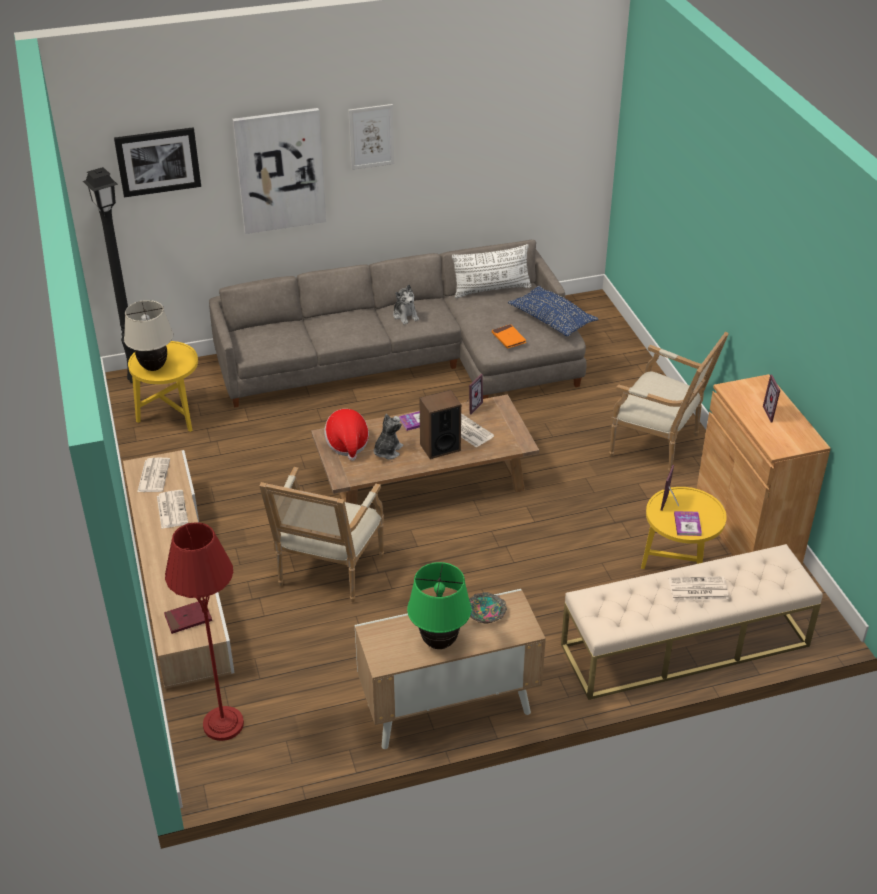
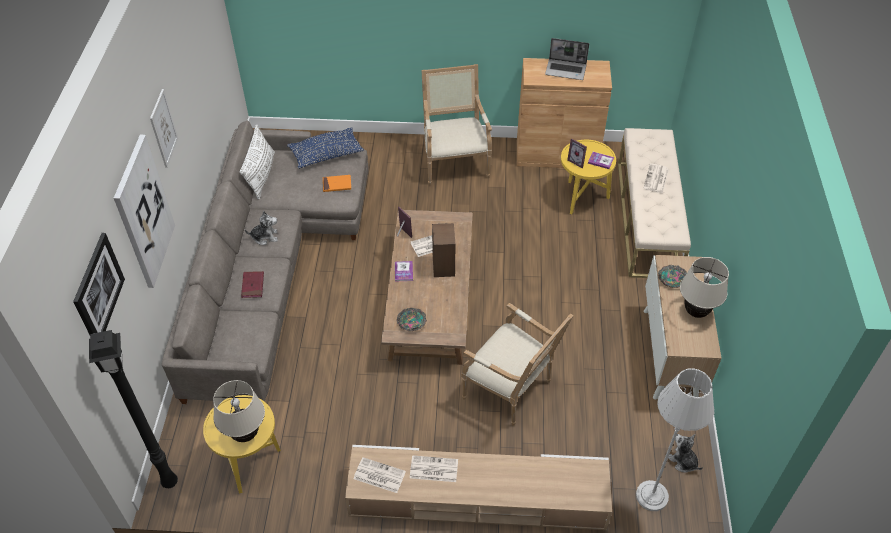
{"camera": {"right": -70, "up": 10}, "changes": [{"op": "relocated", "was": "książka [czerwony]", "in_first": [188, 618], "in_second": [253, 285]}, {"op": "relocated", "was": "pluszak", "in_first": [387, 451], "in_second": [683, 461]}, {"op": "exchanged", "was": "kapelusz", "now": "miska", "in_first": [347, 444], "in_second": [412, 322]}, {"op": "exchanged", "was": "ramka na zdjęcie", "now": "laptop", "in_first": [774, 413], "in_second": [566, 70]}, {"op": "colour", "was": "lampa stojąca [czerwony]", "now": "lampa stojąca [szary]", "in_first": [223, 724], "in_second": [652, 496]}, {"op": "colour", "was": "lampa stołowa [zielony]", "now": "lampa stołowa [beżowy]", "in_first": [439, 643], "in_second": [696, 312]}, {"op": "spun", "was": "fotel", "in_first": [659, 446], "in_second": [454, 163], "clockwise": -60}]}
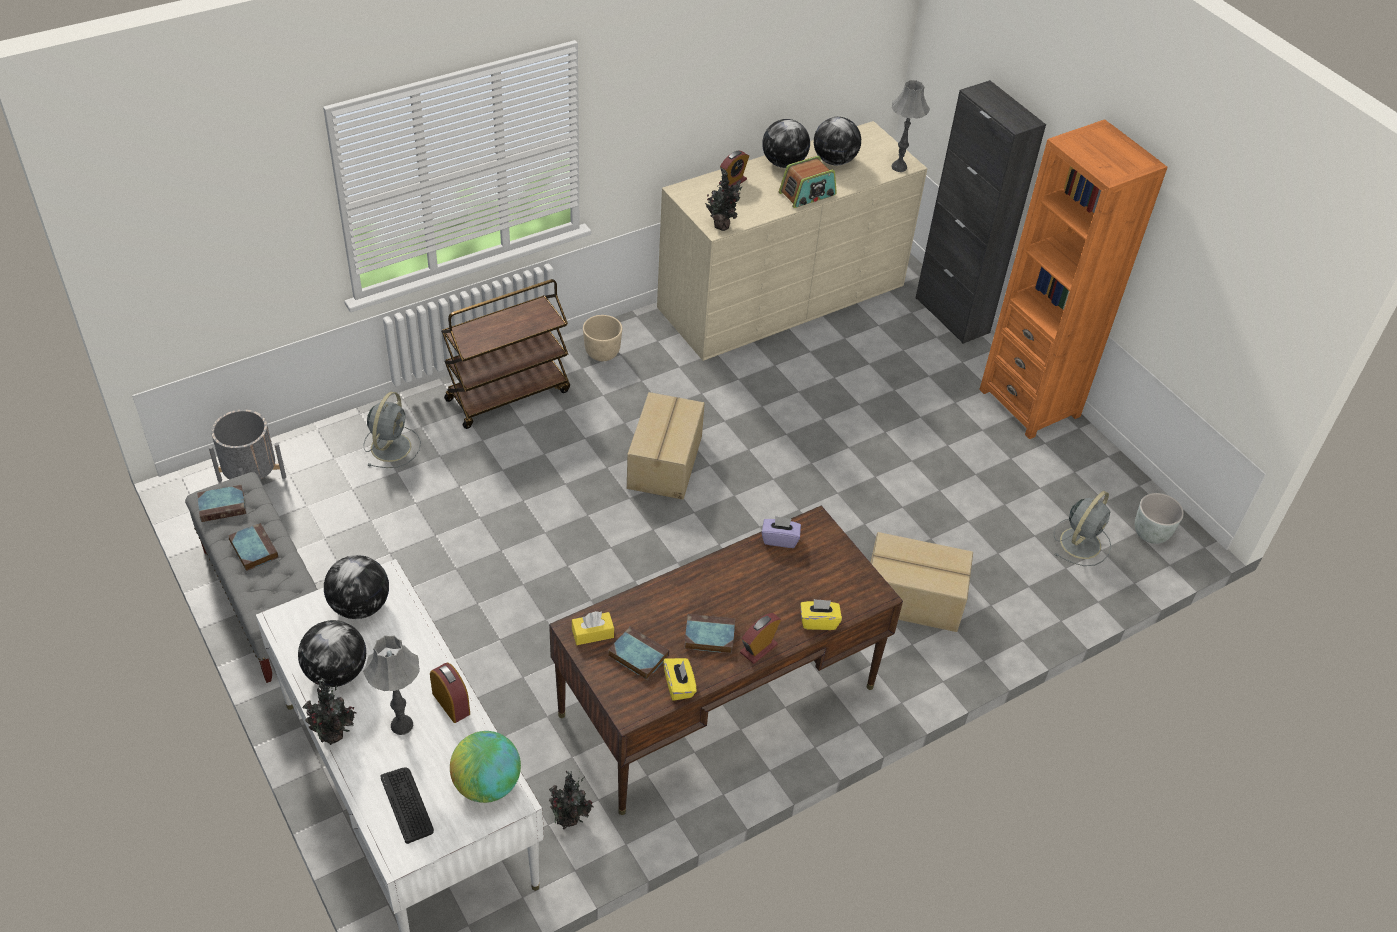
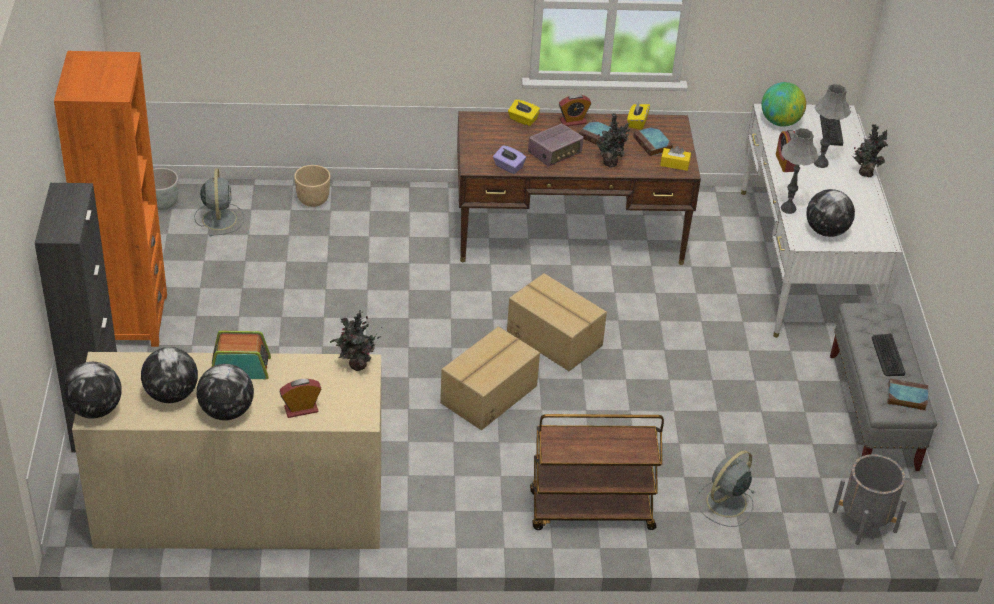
{"camera": {"right": -150, "up": -5}, "changes": [{"op": "appeared", "now": "radio", "in_second": [555, 153]}, {"op": "relocated", "was": "globus", "in_first": [337, 672], "in_second": [95, 410]}, {"op": "relocated", "was": "roślina doniczkowa", "in_first": [569, 820], "in_second": [610, 162]}, {"op": "relocated", "was": "donica [beżowy]", "in_first": [602, 354], "in_second": [312, 200]}, {"op": "relocated", "was": "karton", "in_first": [913, 599], "in_second": [555, 337]}, {"op": "relocated", "was": "lampa stołowa [szary]", "in_first": [899, 167], "in_second": [788, 208]}, {"op": "exchanged", "was": "książka", "now": "klawiatura", "in_first": [253, 549], "in_second": [887, 355]}, {"op": "spun", "was": "wentylator [szary]", "in_first": [1081, 542], "in_second": [219, 218], "clockwise": 105}]}
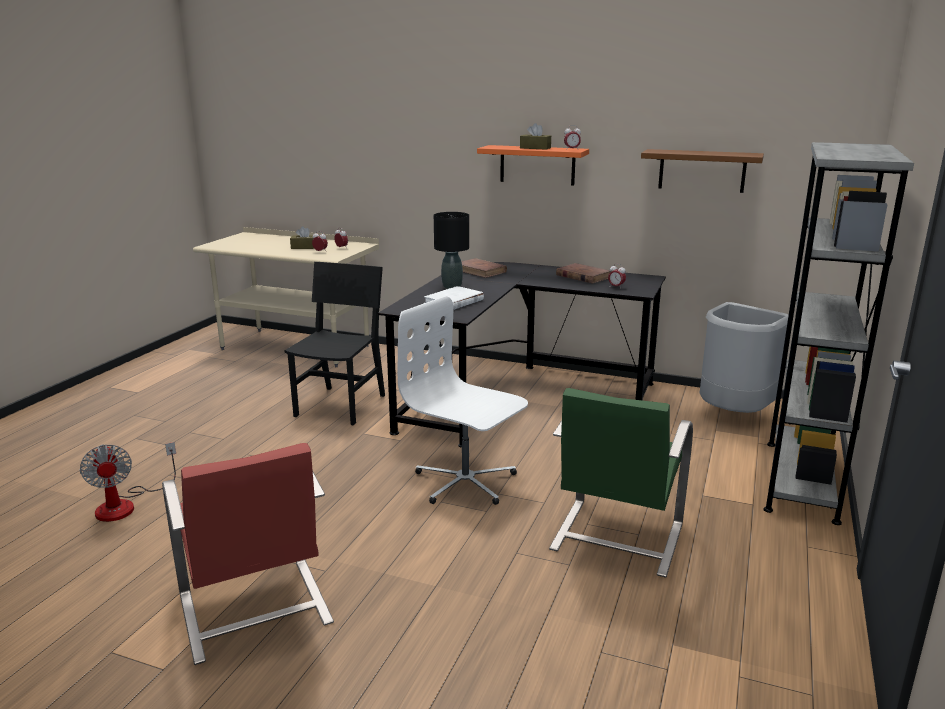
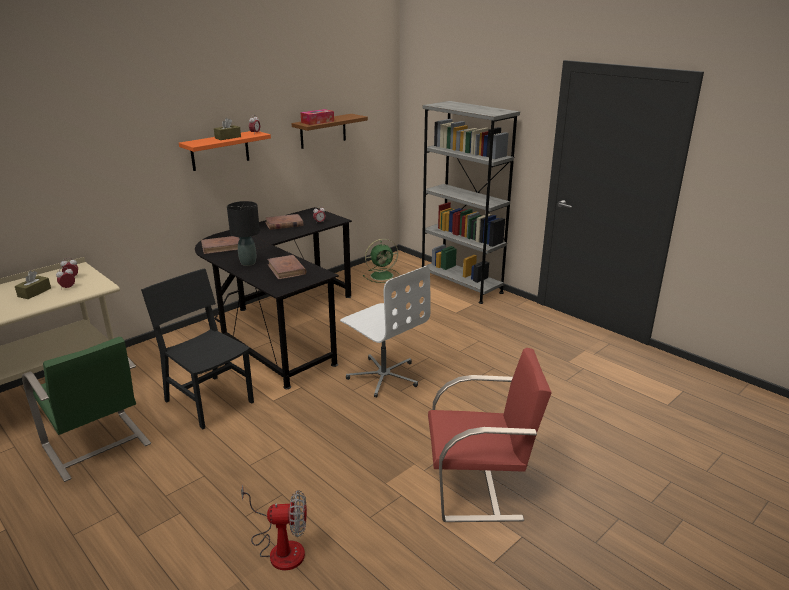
{"camera": {"right": -65, "up": 5}, "changes": [{"op": "appeared", "now": "pudełko chusteczek", "in_second": [317, 122]}, {"op": "relocated", "was": "krzesło [zielony]", "in_first": [615, 538], "in_second": [96, 446]}, {"op": "exchanged", "was": "kosz na śmieci [szary]", "now": "wentylator [zielony]", "in_first": [733, 415], "in_second": [383, 275]}, {"op": "colour", "was": "książka [biały]", "now": "książka [brązowy]", "in_first": [453, 302], "in_second": [286, 269]}, {"op": "spun", "was": "krzesło biurowe [biały]", "in_first": [465, 482], "in_second": [384, 376], "clockwise": -105}]}
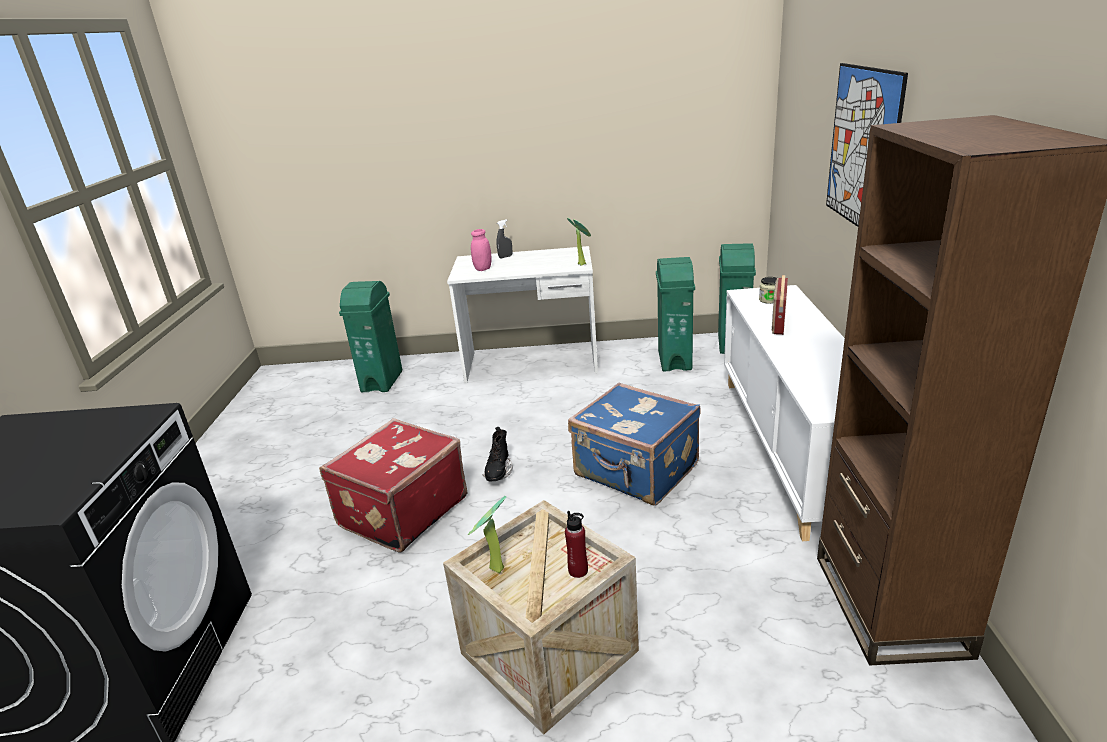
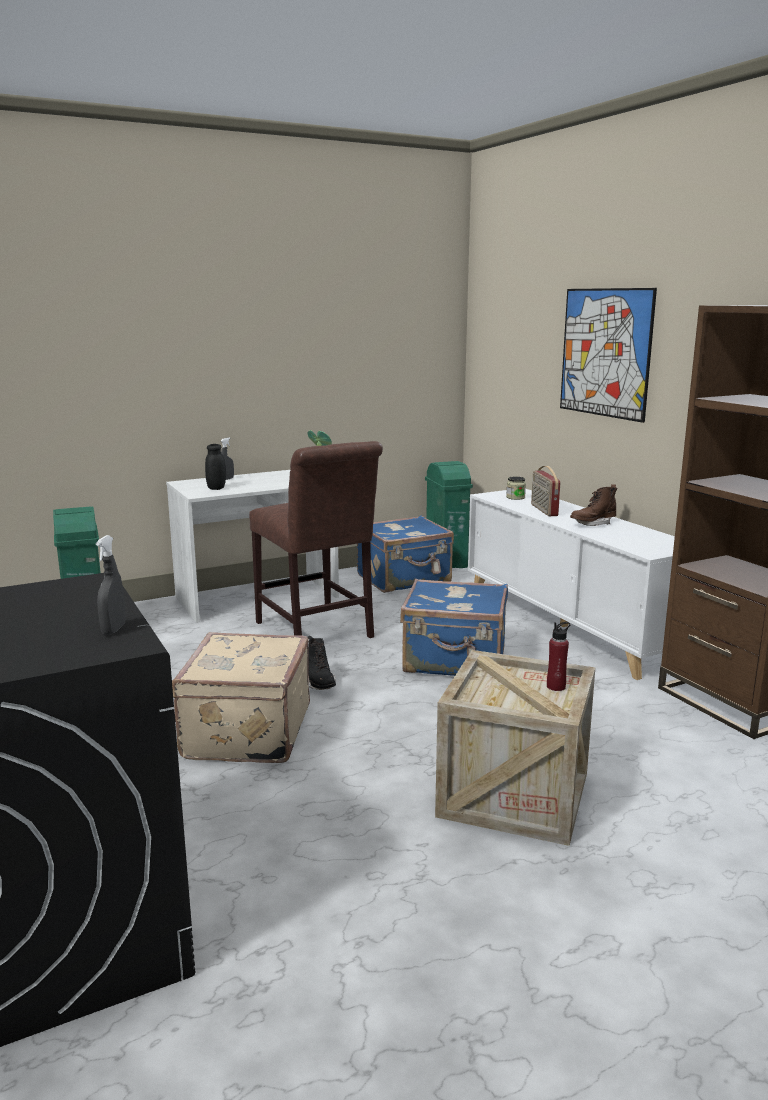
{"camera": {"right": -30, "up": -10}, "changes": [{"op": "missing", "was": "roślina doniczkowa", "in_first": [493, 570]}, {"op": "appeared", "now": "spryskiwacz [szary]", "in_second": [113, 629]}, {"op": "appeared", "now": "krzesło [brązowy]", "in_second": [316, 632]}, {"op": "appeared", "now": "but z cholewką [brązowy]", "in_second": [593, 524]}, {"op": "exchanged", "was": "kosz na śmieci [zielony]", "now": "walizka [niebieski]", "in_first": [675, 360], "in_second": [405, 579]}, {"op": "colour", "was": "walizka [czerwony]", "now": "walizka [beżowy]", "in_first": [401, 511], "in_second": [244, 733]}, {"op": "colour", "was": "słoik [różowy]", "now": "słoik [czarny]", "in_first": [483, 269], "in_second": [216, 488]}]}
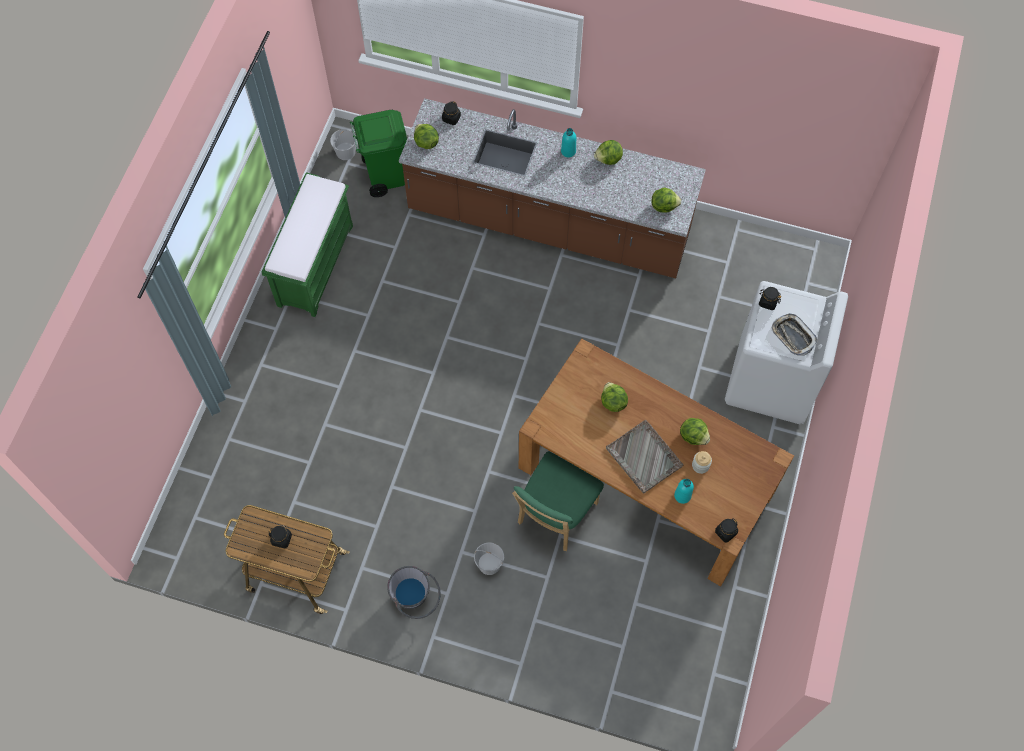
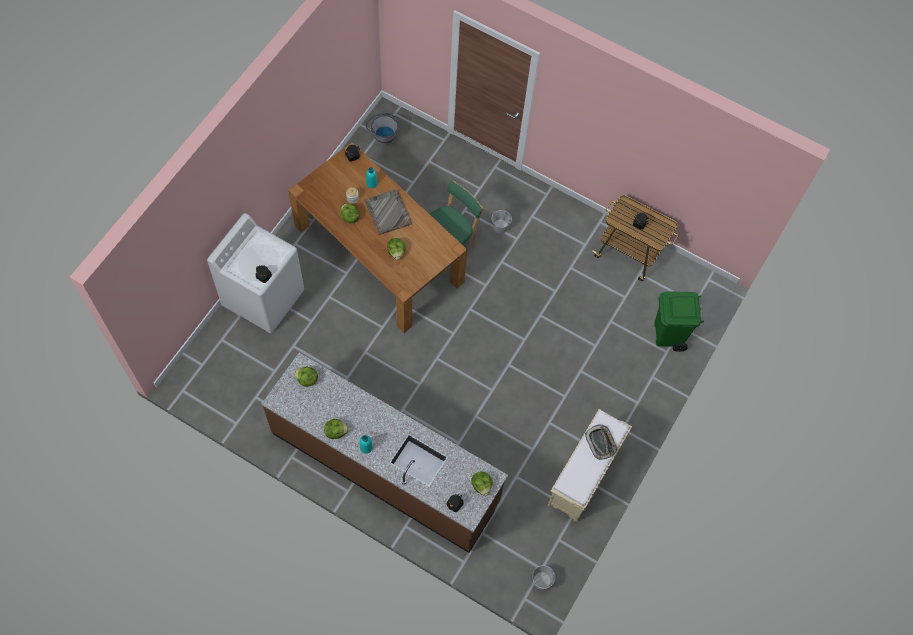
{"camera": {"right": -170, "up": 0}, "changes": [{"op": "relocated", "was": "kosz na śmieci [zielony]", "in_first": [385, 176], "in_second": [668, 335]}, {"op": "relocated", "was": "wiadro [szary]", "in_first": [415, 599], "in_second": [382, 136]}, {"op": "relocated", "was": "taca", "in_first": [792, 336], "in_second": [601, 443]}, {"op": "colour", "was": "ławka [zielony]", "now": "ławka [beżowy]", "in_first": [315, 264], "in_second": [584, 477]}]}
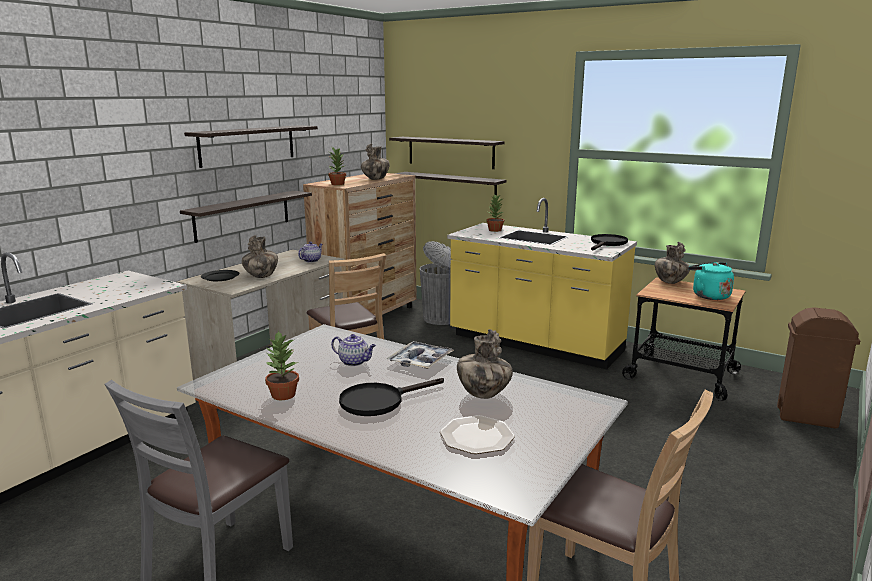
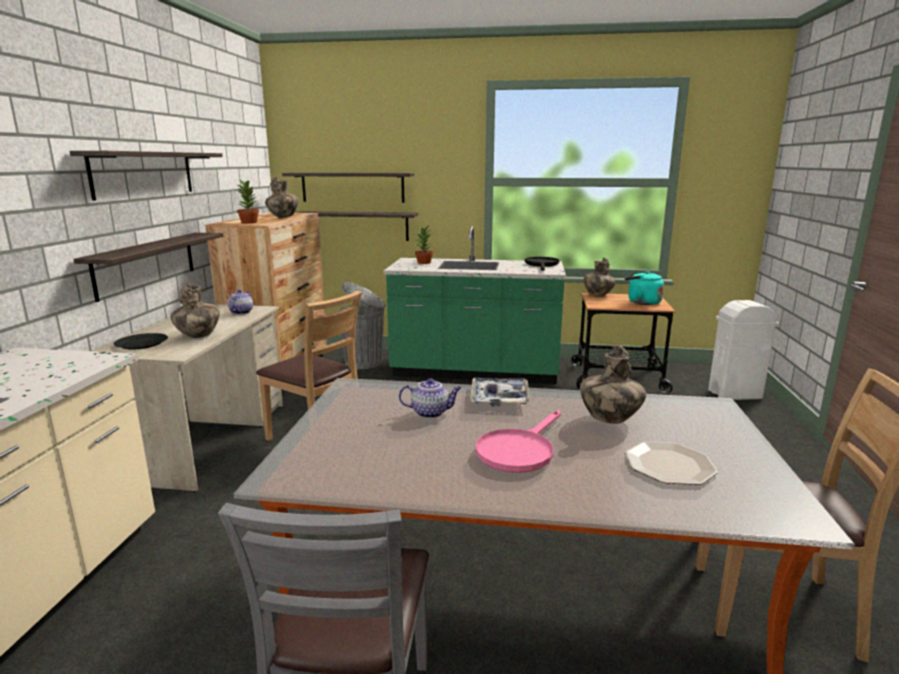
{"camera": {"right": -25, "up": 0}, "changes": [{"op": "missing", "was": "roślina doniczkowa", "in_first": [283, 395]}, {"op": "colour", "was": "patelnia [czarny]", "now": "patelnia [różowy]", "in_first": [379, 401], "in_second": [519, 450]}, {"op": "colour", "was": "zabudowa kuchenna [żółty]", "now": "zabudowa kuchenna [zielony]", "in_first": [534, 344], "in_second": [475, 372]}, {"op": "colour", "was": "kosz na śmieci [brązowy]", "now": "kosz na śmieci [biały]", "in_first": [807, 418], "in_second": [735, 395]}]}
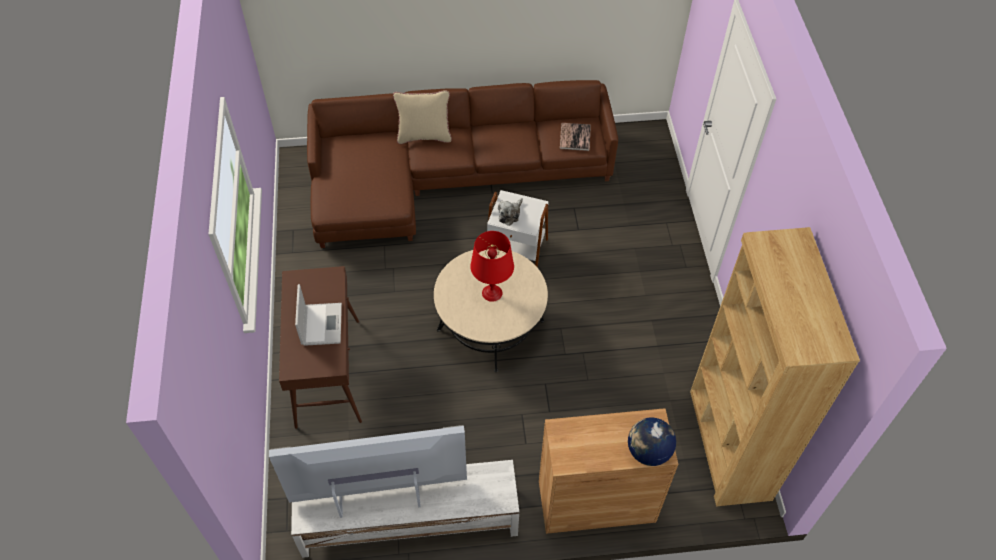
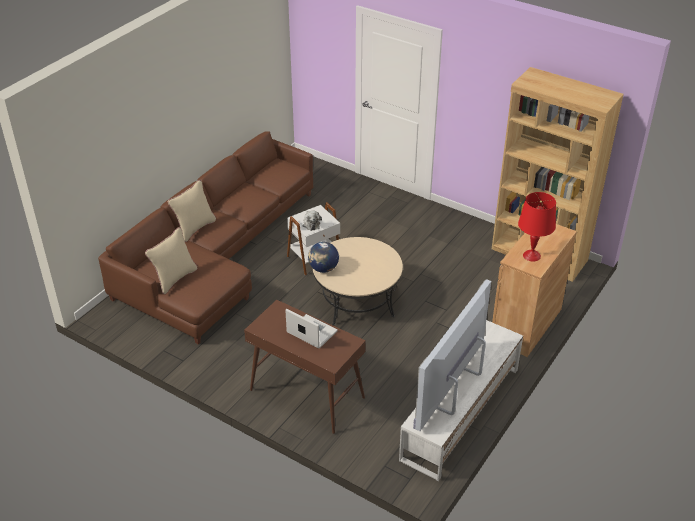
{"camera": {"right": -50, "up": -15}, "changes": [{"op": "missing", "was": "książka", "in_first": [575, 137]}, {"op": "appeared", "now": "poduszka [beżowy]", "in_second": [174, 278]}, {"op": "relocated", "was": "lampa stołowa [czerwony]", "in_first": [492, 292], "in_second": [531, 255]}, {"op": "relocated", "was": "globus", "in_first": [648, 452], "in_second": [323, 269]}]}
